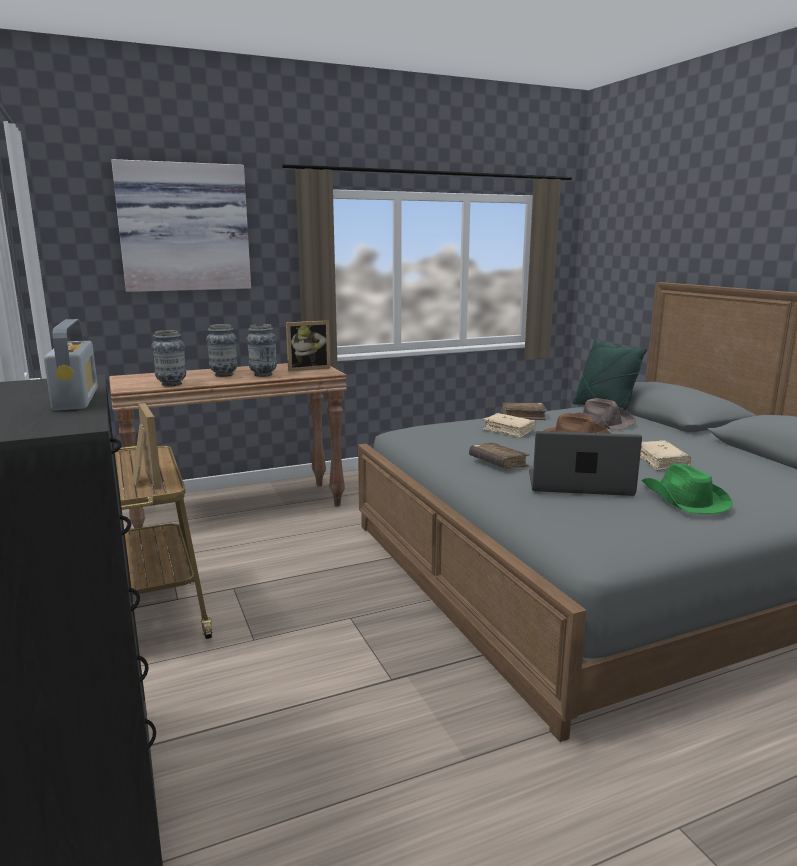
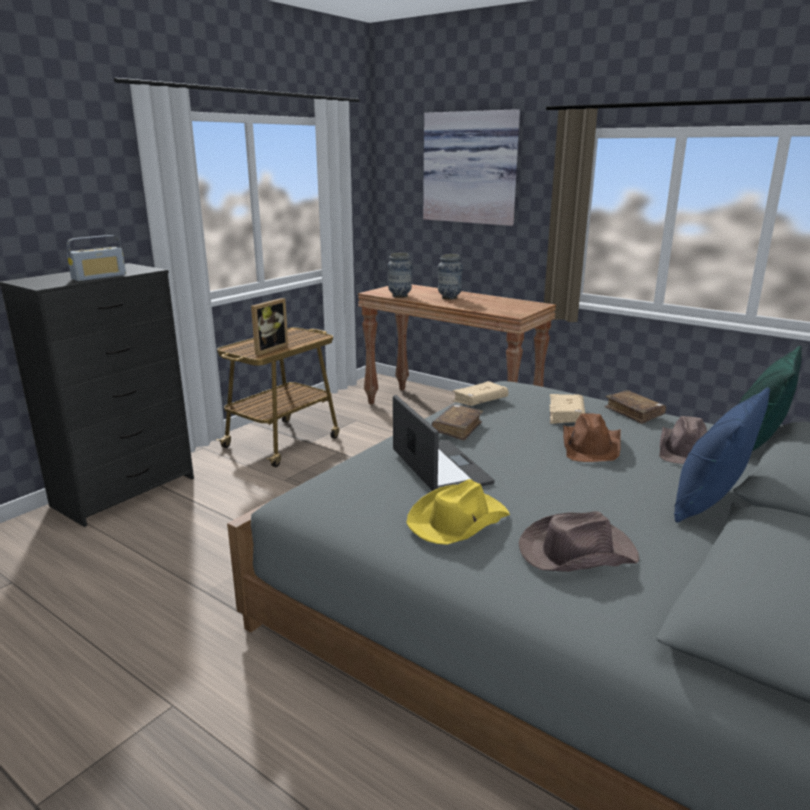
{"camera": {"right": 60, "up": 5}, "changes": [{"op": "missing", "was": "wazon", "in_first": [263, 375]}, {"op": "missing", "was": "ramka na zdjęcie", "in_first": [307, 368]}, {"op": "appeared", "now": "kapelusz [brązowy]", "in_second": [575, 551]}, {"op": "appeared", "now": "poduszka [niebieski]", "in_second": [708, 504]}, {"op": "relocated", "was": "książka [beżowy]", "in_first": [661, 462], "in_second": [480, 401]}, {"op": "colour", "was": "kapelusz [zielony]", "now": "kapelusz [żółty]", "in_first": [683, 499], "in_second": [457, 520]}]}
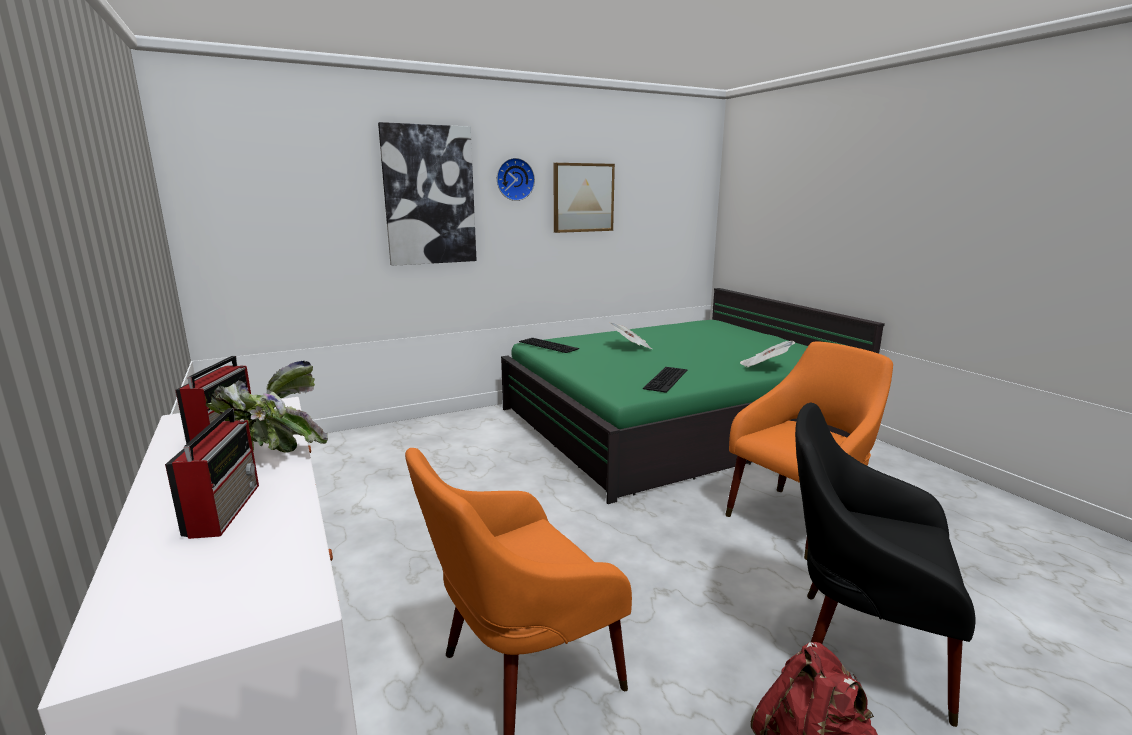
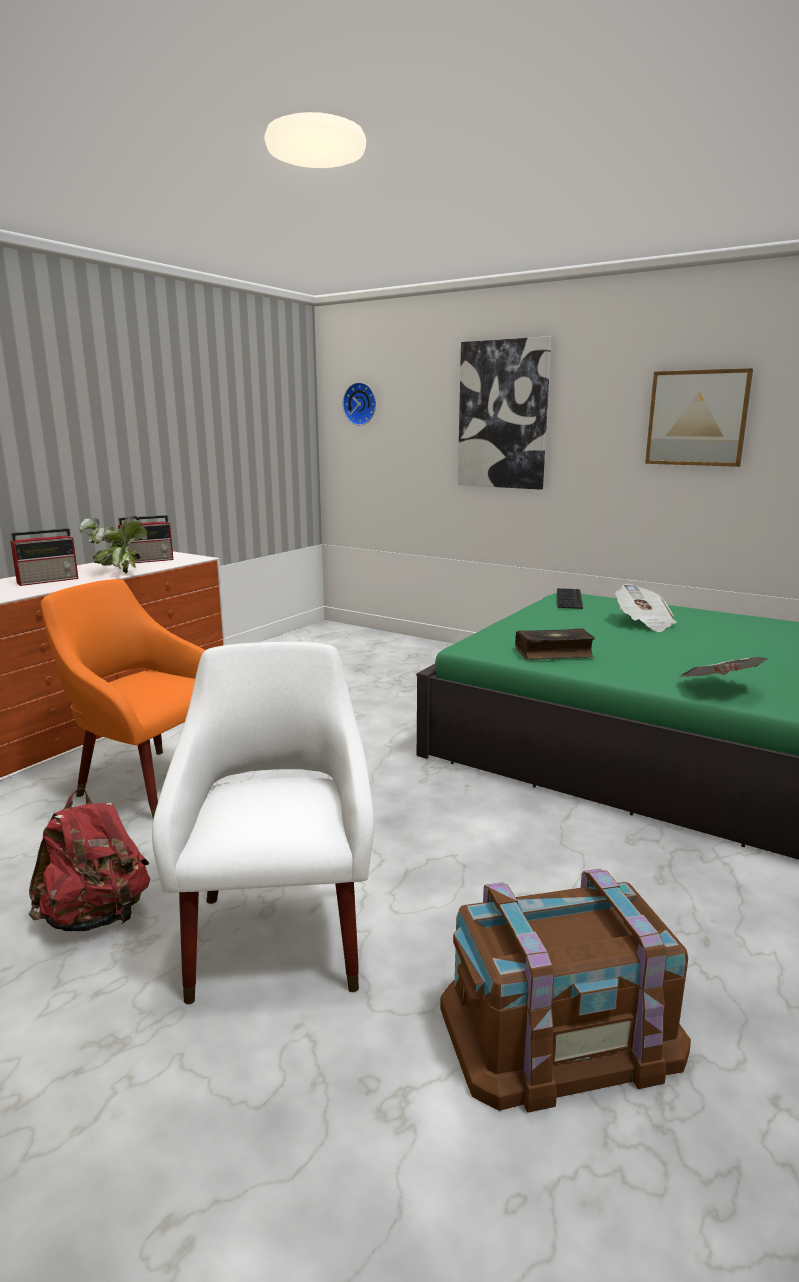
{"camera": {"right": 60, "up": 0}, "changes": [{"op": "missing", "was": "fotel [pomarańczowy]", "in_first": [798, 518]}, {"op": "appeared", "now": "pojemnik do przechowywania [brązowy]", "in_second": [560, 1028]}, {"op": "relocated", "was": "zegar ścienny", "in_first": [514, 179], "in_second": [361, 404]}, {"op": "exchanged", "was": "klawiatura", "now": "książka", "in_first": [667, 379], "in_second": [554, 653]}, {"op": "colour", "was": "fotel [czarny]", "now": "fotel [biały]", "in_first": [856, 647], "in_second": [278, 930]}]}
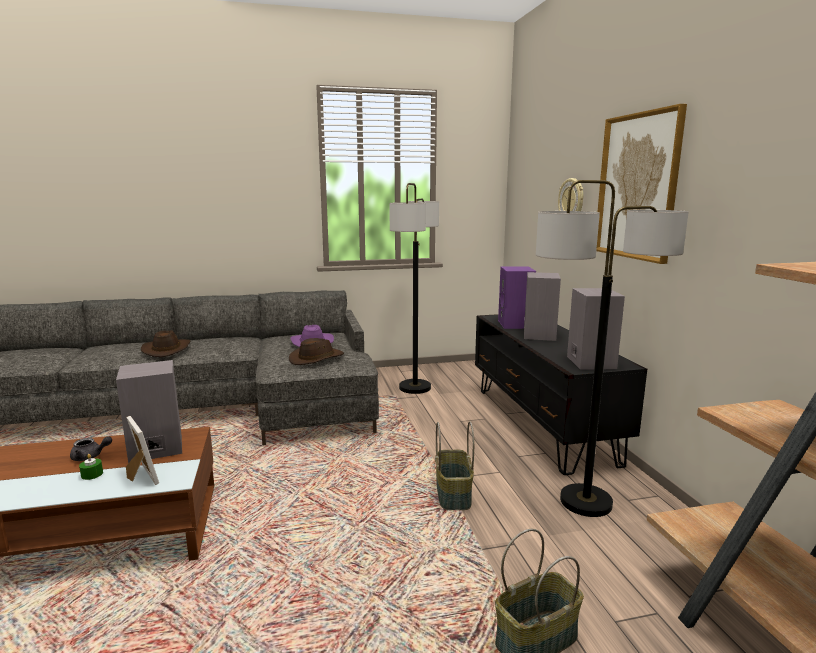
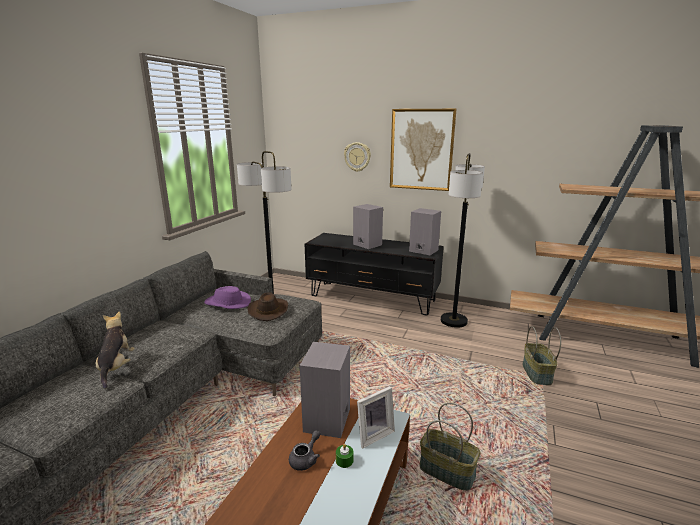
{"camera": {"right": -55, "up": 5}, "changes": [{"op": "missing", "was": "głośnik [fioletowy]", "in_first": [516, 324]}, {"op": "relocated", "was": "koszyk", "in_first": [454, 494], "in_second": [447, 471]}, {"op": "exchanged", "was": "kapelusz [brązowy]", "now": "pluszak", "in_first": [167, 349], "in_second": [116, 367]}, {"op": "spun", "was": "ramka na zdjęcie", "in_first": [141, 477], "in_second": [373, 434], "clockwise": 150}]}
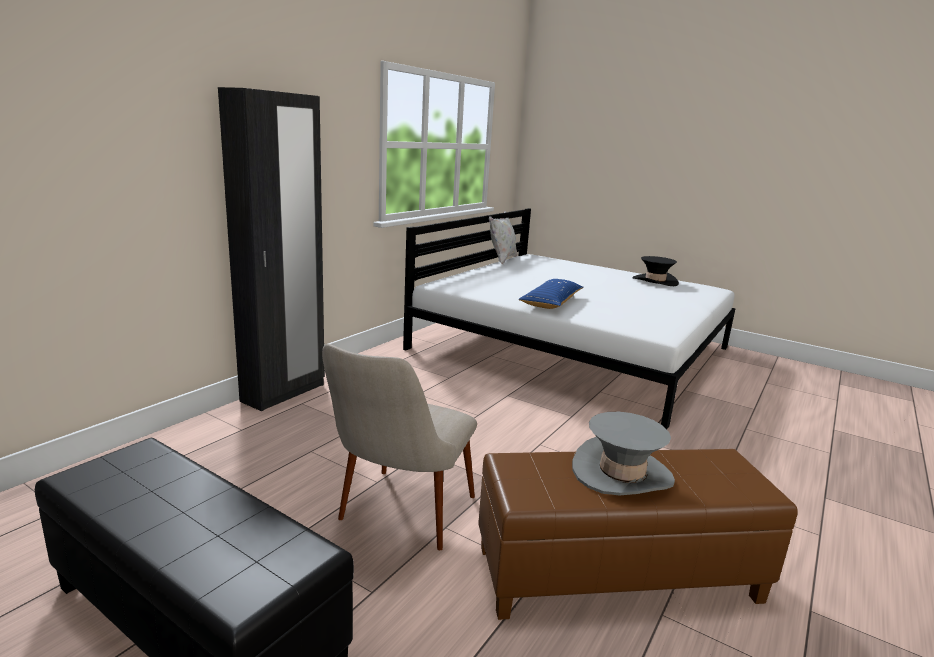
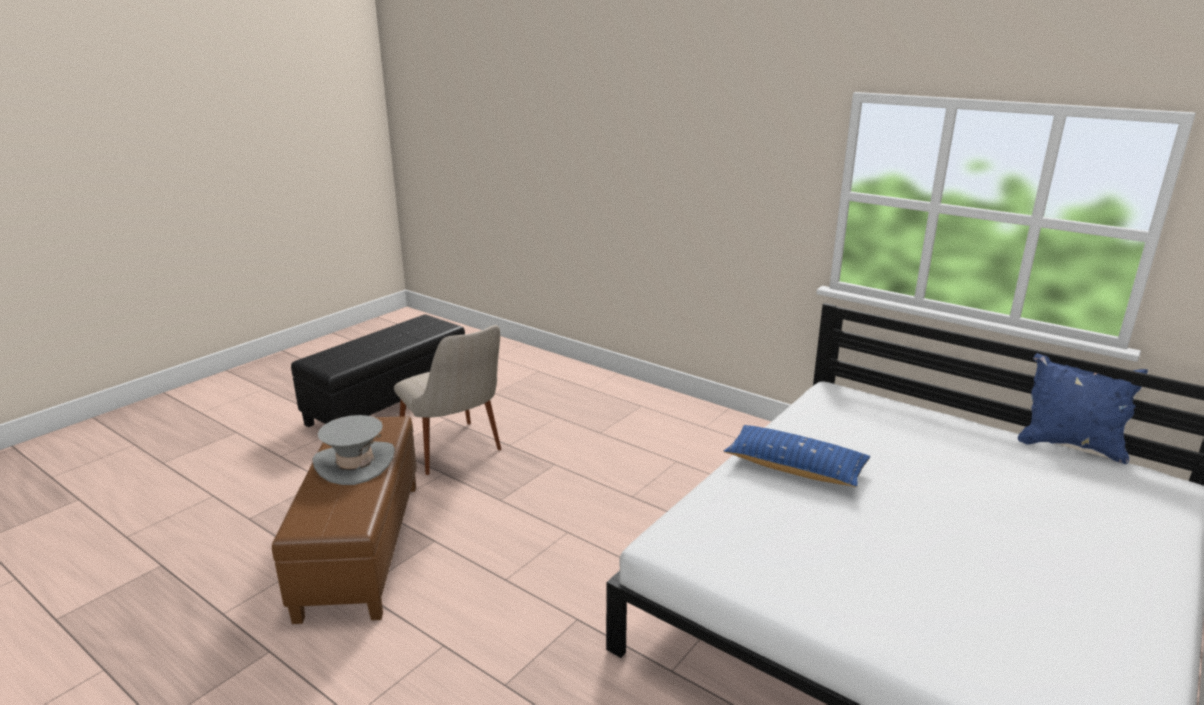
{"camera": {"right": 95, "up": 5}, "changes": [{"op": "missing", "was": "szafa [czarny]", "in_first": [284, 393]}, {"op": "missing", "was": "kapelusz [czarny]", "in_first": [655, 281]}, {"op": "colour", "was": "poduszka [biały]", "now": "poduszka [niebieski]", "in_first": [501, 260], "in_second": [1069, 446]}, {"op": "spun", "was": "krzesło [beżowy]", "in_first": [398, 521], "in_second": [457, 454], "clockwise": -150}]}
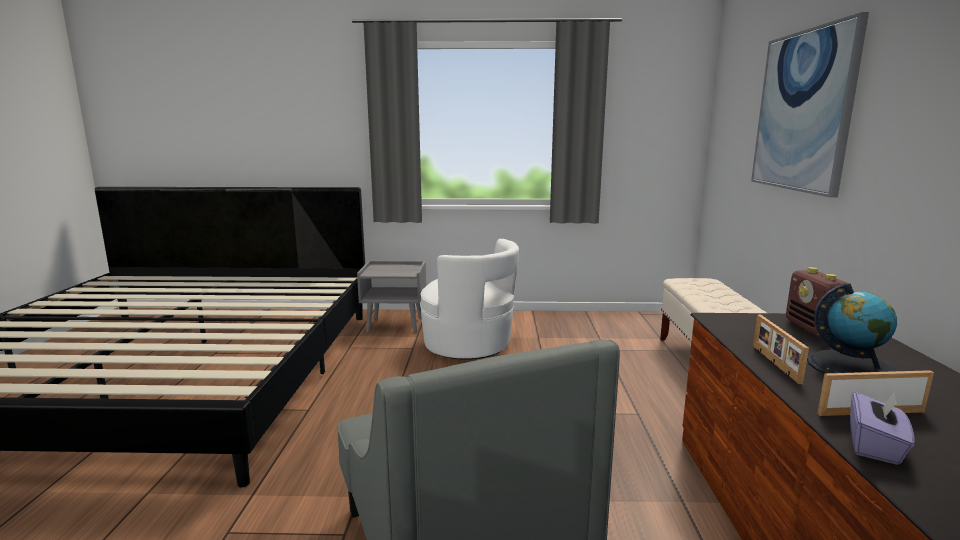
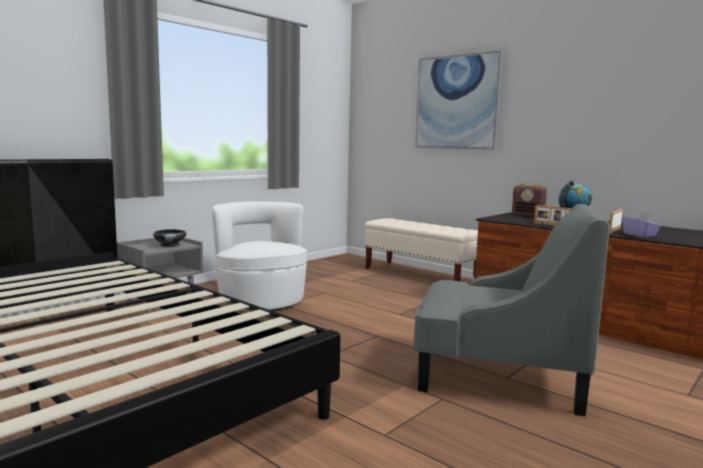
{"camera": {"right": -50, "up": -5}, "changes": [{"op": "appeared", "now": "miska [czarny]", "in_second": [170, 245]}, {"op": "spun", "was": "fotel [biały]", "in_first": [469, 345], "in_second": [261, 301], "clockwise": -105}]}
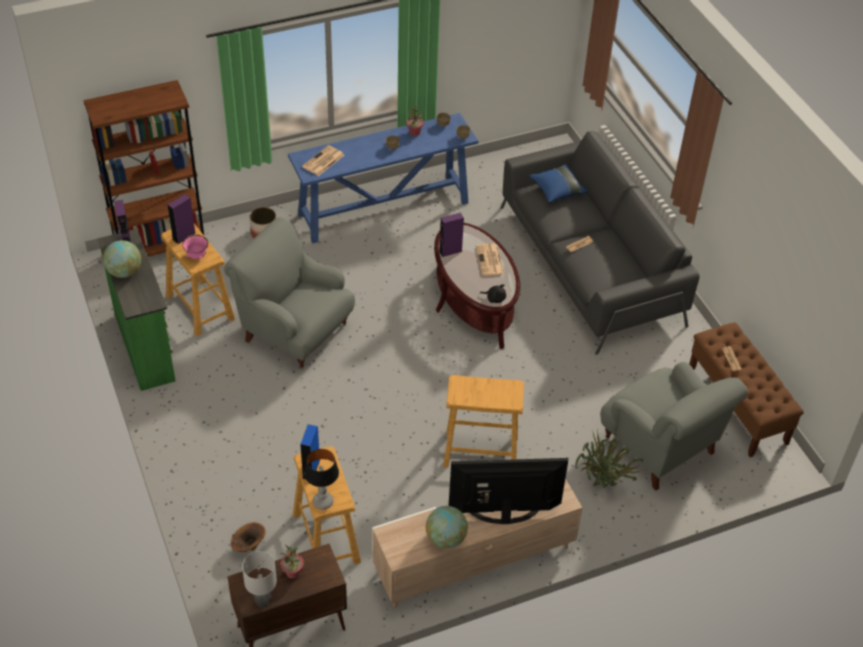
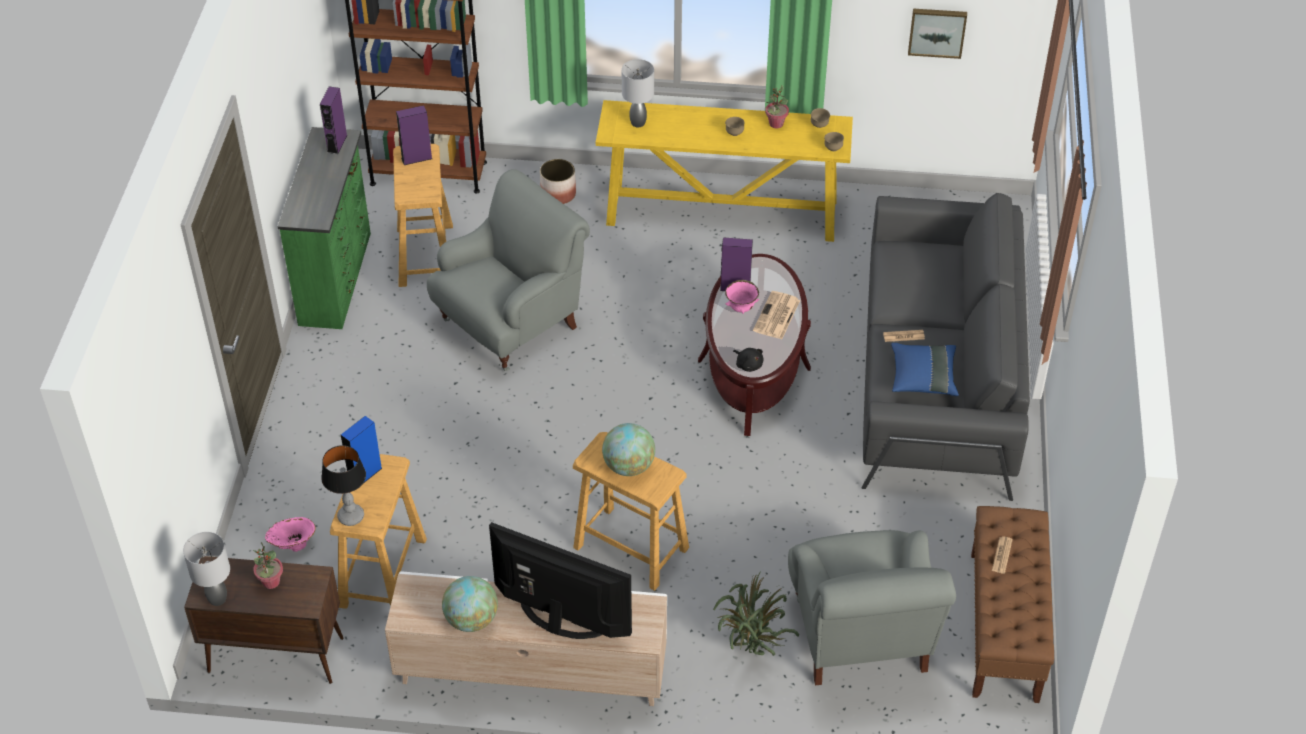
{"camera": {"right": 30, "up": 0}, "changes": [{"op": "appeared", "now": "obraz", "in_second": [937, 31]}, {"op": "relocated", "was": "globus", "in_first": [124, 272], "in_second": [629, 466]}, {"op": "relocated", "was": "miska [różowy]", "in_first": [197, 256], "in_second": [741, 308]}, {"op": "relocated", "was": "poduszka [niebieski]", "in_first": [557, 190], "in_second": [923, 378]}, {"op": "exchanged", "was": "gazeta", "now": "lampa stołowa [szary]", "in_first": [323, 161], "in_second": [638, 123]}, {"op": "colour", "was": "wazon [brązowy]", "now": "wazon [różowy]", "in_first": [248, 546], "in_second": [293, 545]}, {"op": "colour", "was": "stolik konsolowy [niebieski]", "now": "stolik konsolowy [żółty]", "in_first": [384, 208], "in_second": [723, 213]}, {"op": "spun", "was": "fotel [szary]", "in_first": [294, 332], "in_second": [512, 323], "clockwise": 75}]}
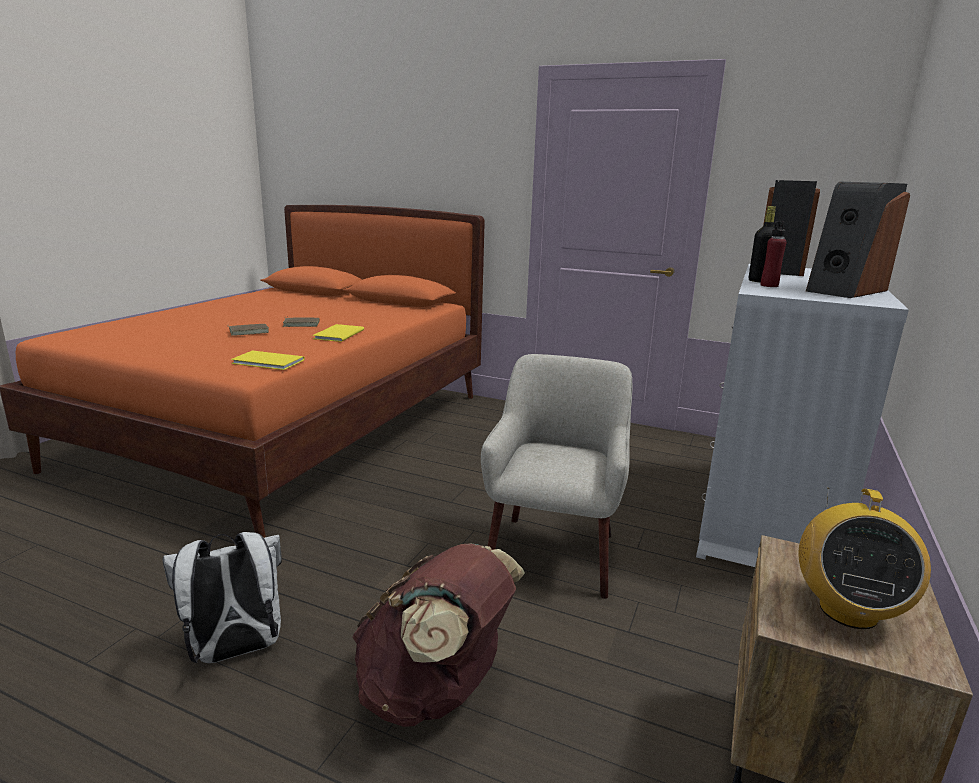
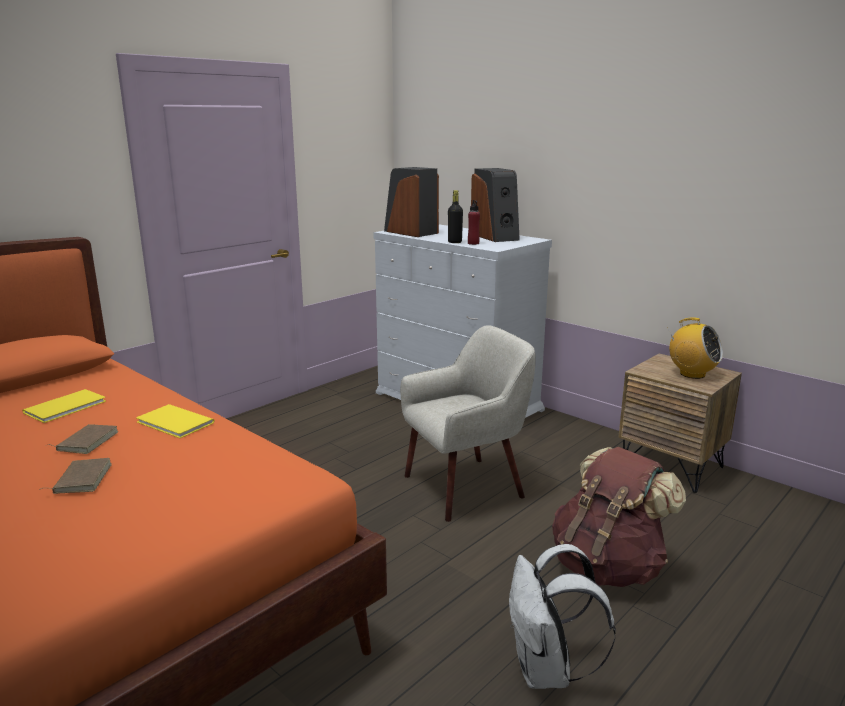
{"camera": {"right": -70, "up": 0}, "changes": [{"op": "relocated", "was": "książka [żółty]", "in_first": [268, 362], "in_second": [68, 407]}, {"op": "spun", "was": "fotel [beżowy]", "in_first": [553, 553], "in_second": [465, 486], "clockwise": 120}]}
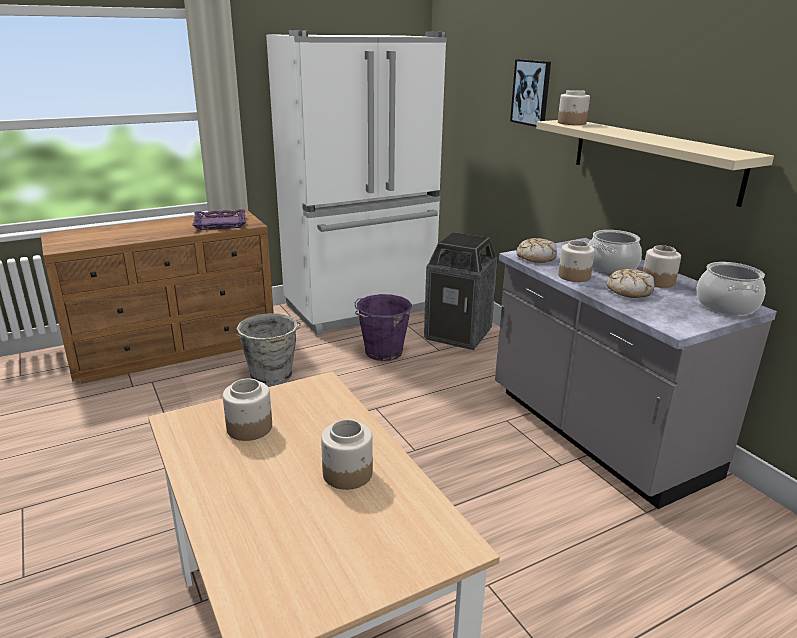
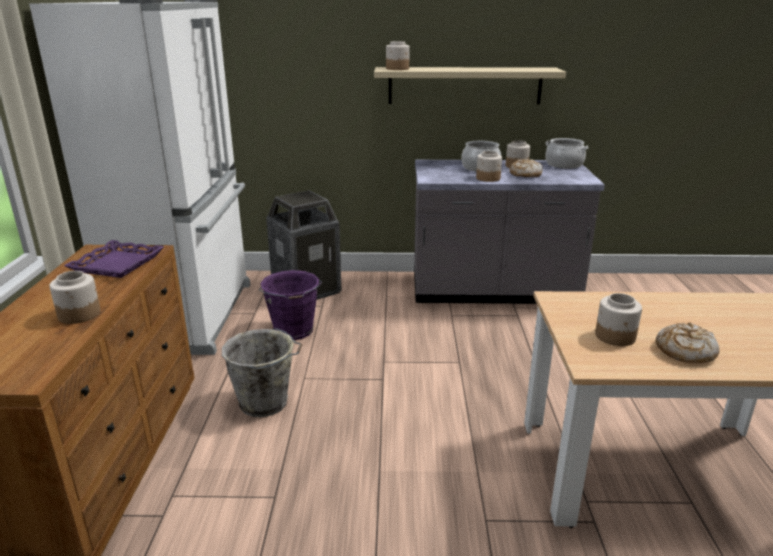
{"camera": {"right": -60, "up": 0}, "changes": [{"op": "missing", "was": "obraz", "in_first": [531, 92]}, {"op": "relocated", "was": "słoik", "in_first": [348, 473], "in_second": [80, 314]}, {"op": "relocated", "was": "chleb", "in_first": [536, 257], "in_second": [684, 351]}]}
